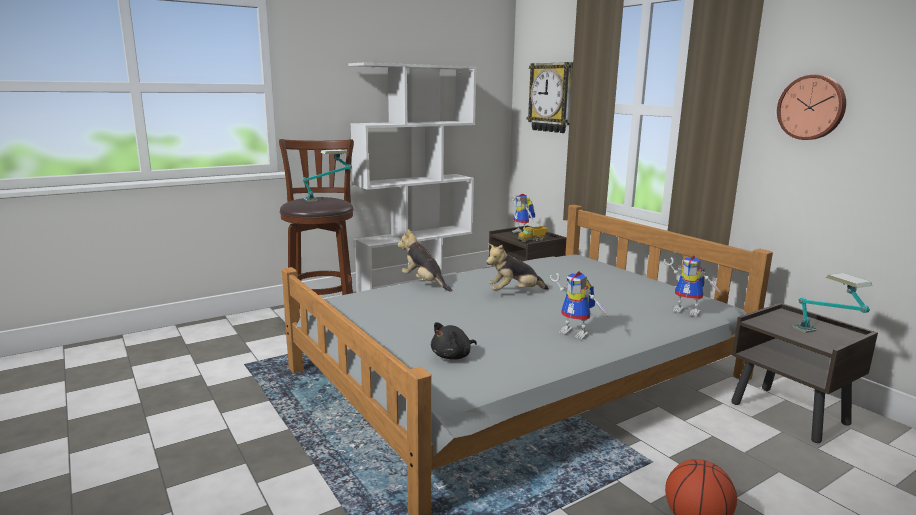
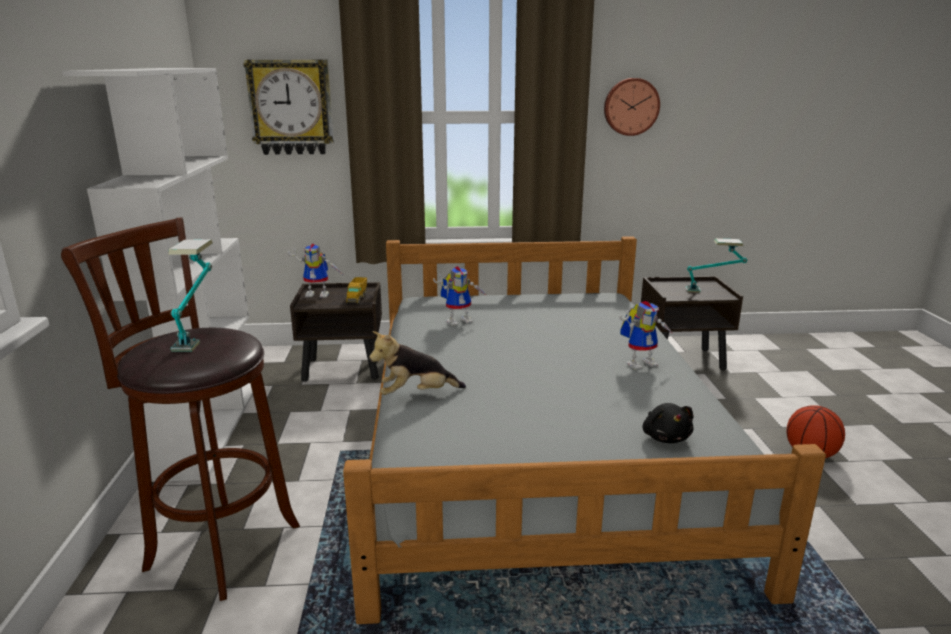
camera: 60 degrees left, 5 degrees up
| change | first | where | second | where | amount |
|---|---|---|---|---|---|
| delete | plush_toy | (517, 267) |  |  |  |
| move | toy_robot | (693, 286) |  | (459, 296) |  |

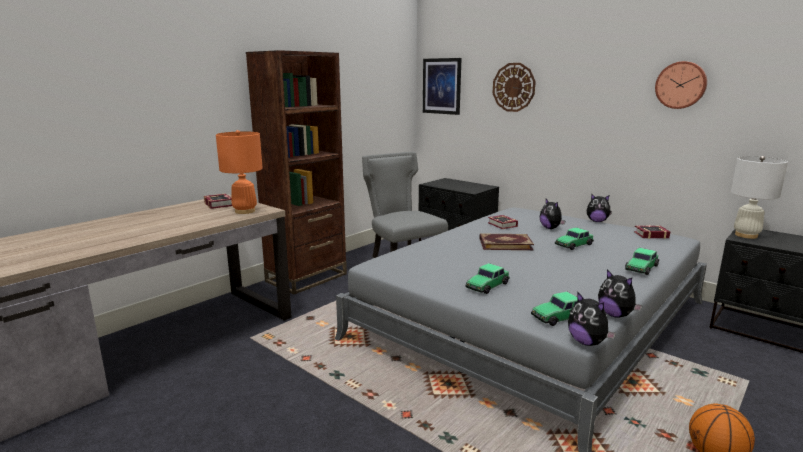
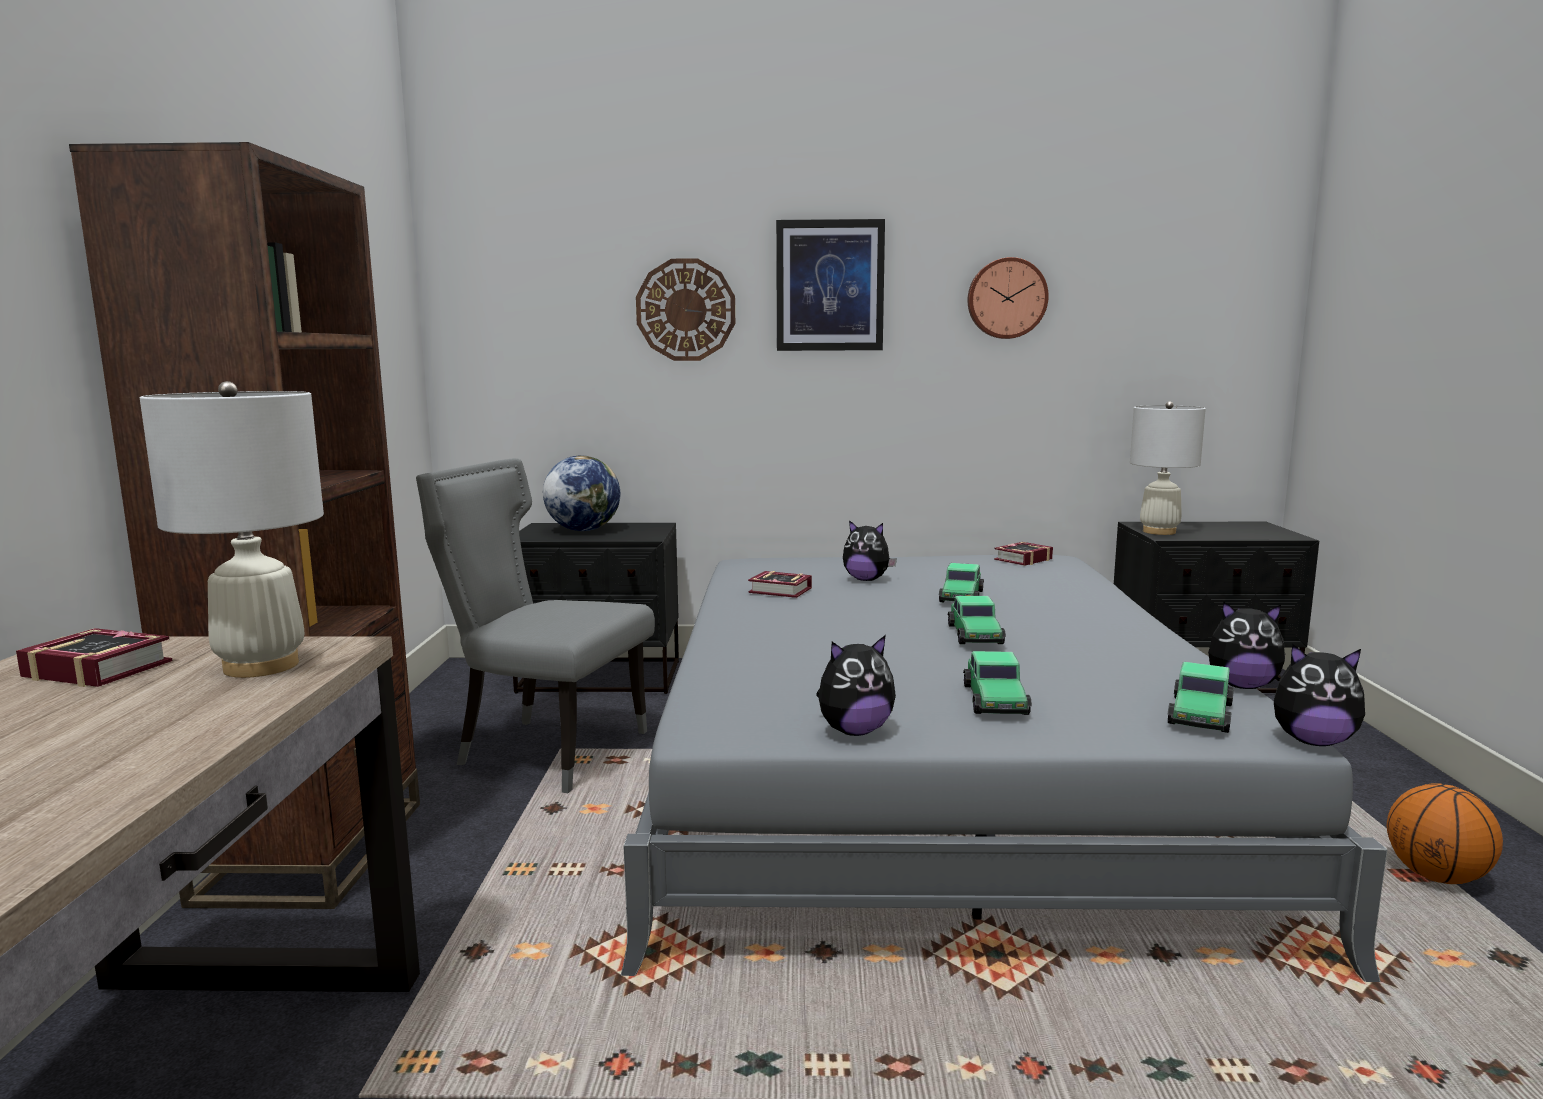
camera: 40 degrees left, 5 degrees down
| change | first | where | second | where | amount |
|---|---|---|---|---|---|
| delete | book | (507, 242) |  |  |  |
| insert |  |  | globe | (581, 493) |  |
| move | picture | (442, 86) |  | (830, 285) |  |
| move | plush_toy | (599, 208) |  | (856, 685) |  |
| move | toy_car | (642, 261) |  | (976, 620) |  |
| recolor | orange_table_lamp | (239, 172) | white_table_lamp | (232, 529) |  |

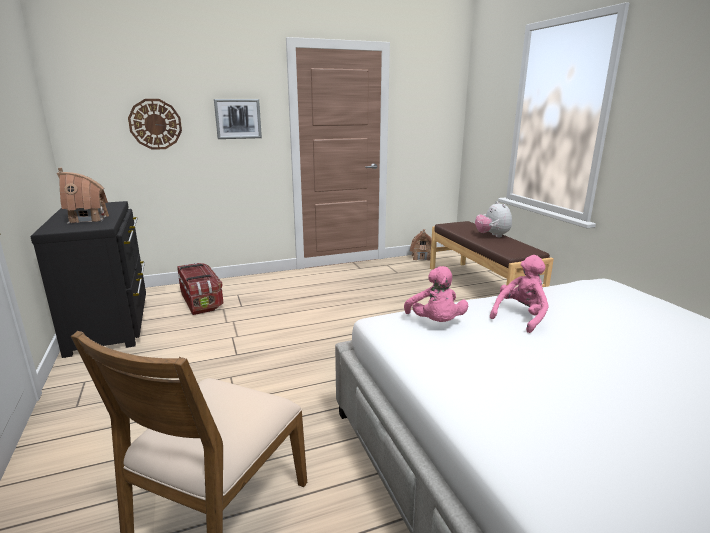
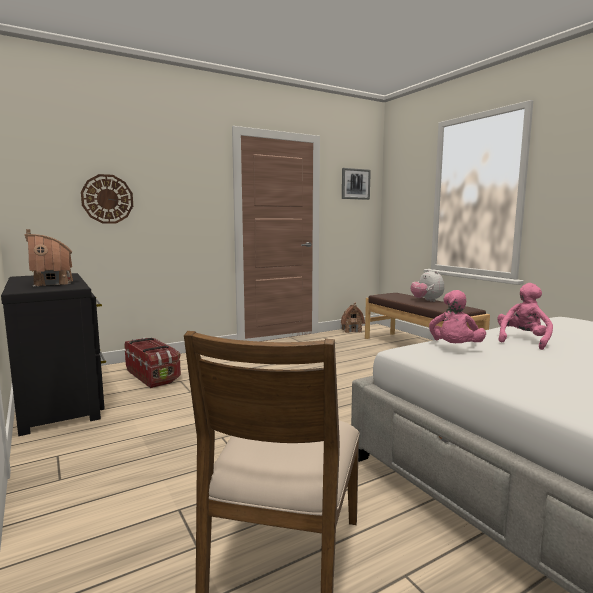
camera: 10 degrees left, 10 degrees down
| change | first | where | second | where | amount |
|---|---|---|---|---|---|
| move | picture | (238, 119) |  | (356, 184) |  |
| rotate | pink_plush_toy | (436, 294) |  | (457, 316) | 45 degrees clockwise |

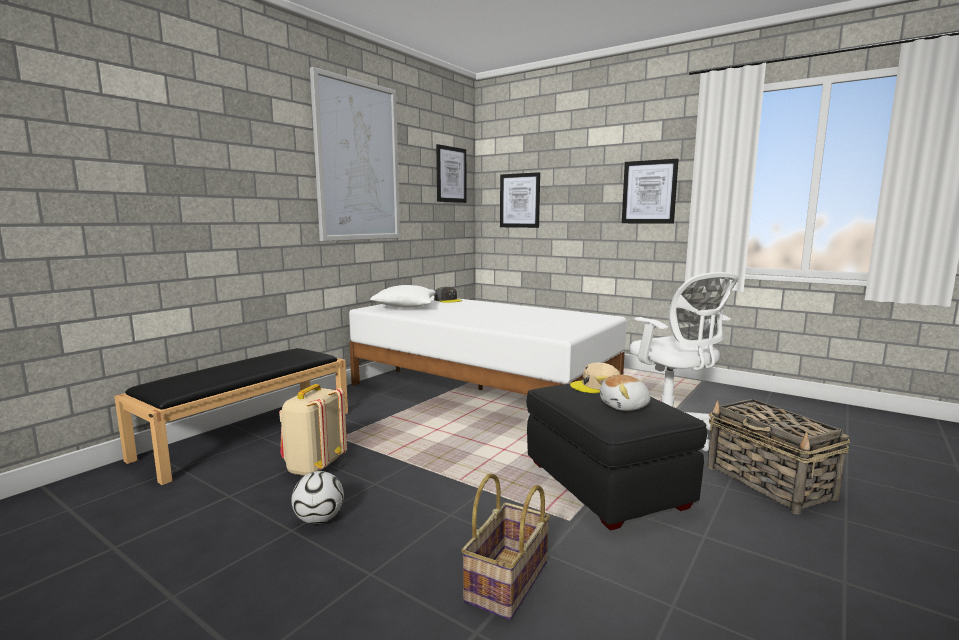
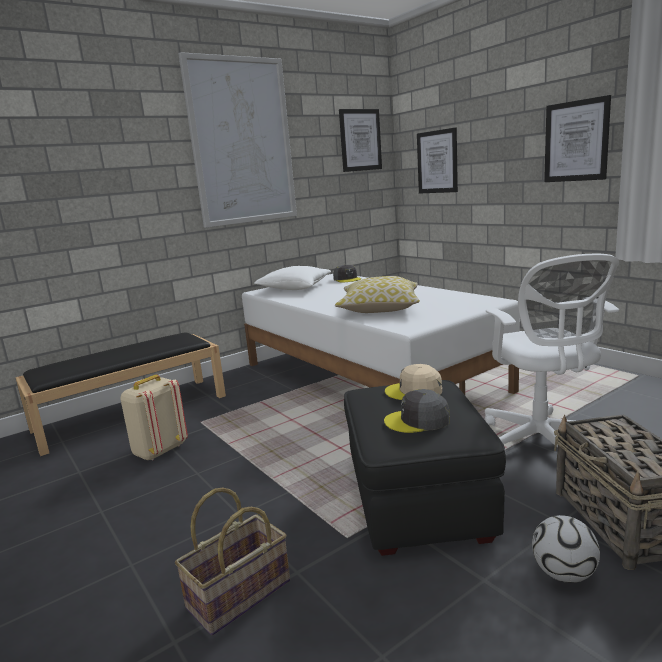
camera: 20 degrees right, 5 degrees up
| change | first | where | second | where | amount |
|---|---|---|---|---|---|
| insert |  |  | pillow | (377, 294) |  |
| move | football | (317, 497) |  | (566, 549) |  |
| replace | plush_toy | (623, 392) | grey_cap | (417, 411) |  |

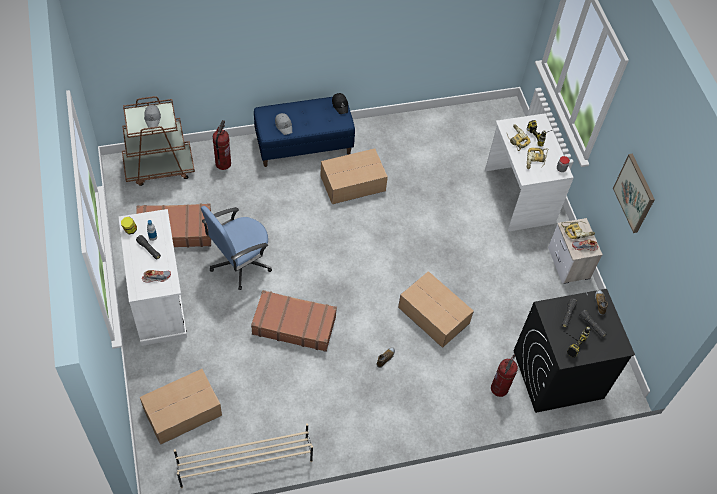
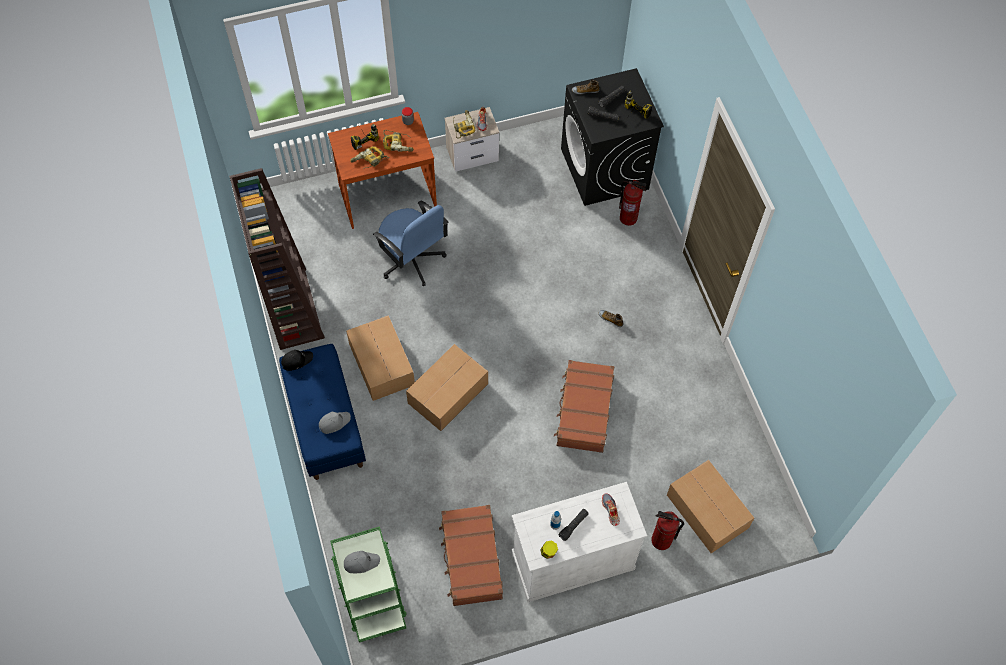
camera: 90 degrees left, 5 degrees up
| change | first | where | second | where | amount |
|---|---|---|---|---|---|
| delete | beige_shoe_rack | (243, 455) |  |  |  |
| delete | picture | (634, 193) |  |  |  |
| insert |  |  | brown_bookcase | (277, 259) |  |
| move | blue_office_chair | (236, 248) |  | (411, 243) |  |
| move | fire_extinguisher | (222, 145) |  | (667, 530) |  |
| move | cardboard_box | (436, 309) |  | (447, 387) |  |
| recolor | brown_cart | (158, 141) | green_cart | (368, 584) |  |
| recolor | white_desk | (529, 172) | brown_desk | (382, 170) |  |

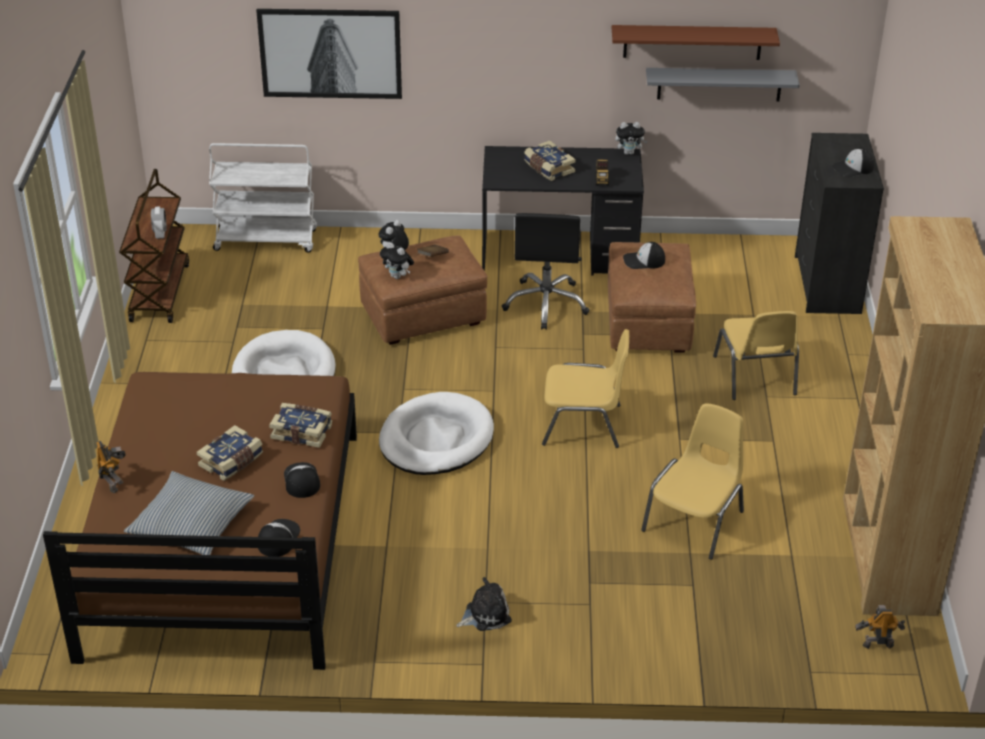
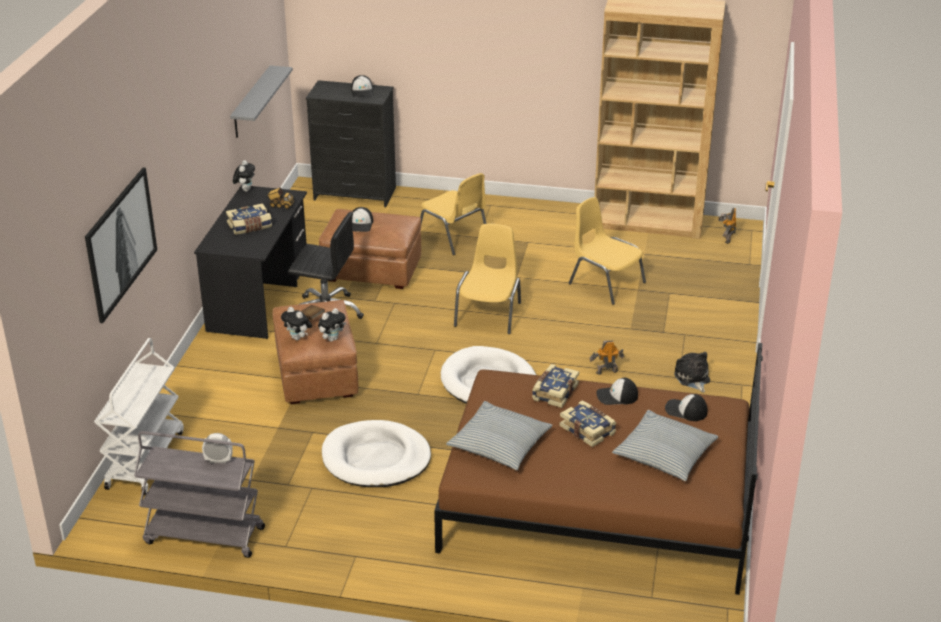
camera: 80 degrees left, 5 degrees down
| change | first | where | second | where | amount |
|---|---|---|---|---|---|
| delete | brown_shelf | (696, 42) |  |  |  |
| insert |  |  | pillow | (499, 435) |  |
| move | toy_robot | (111, 467) |  | (606, 357) |  |
| recolor | brown_cart | (154, 246) | grey_cart | (199, 494) |  |
| rotate | yellow_chair | (756, 355) |  | (453, 214) | 45 degrees clockwise |

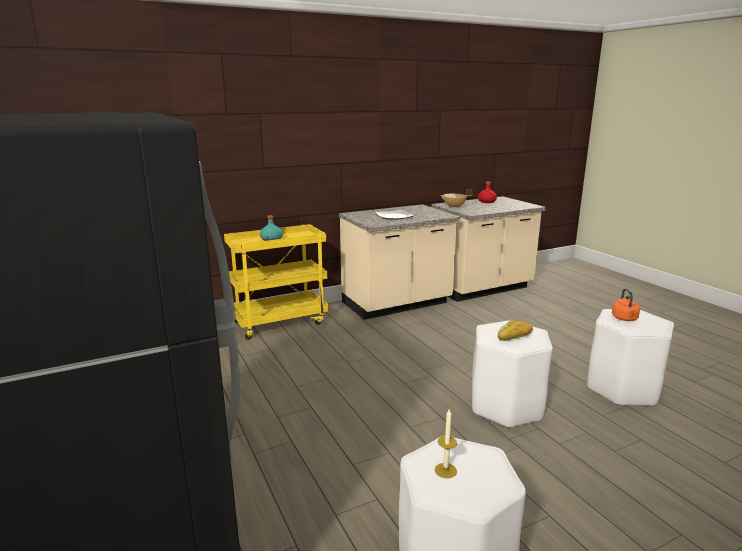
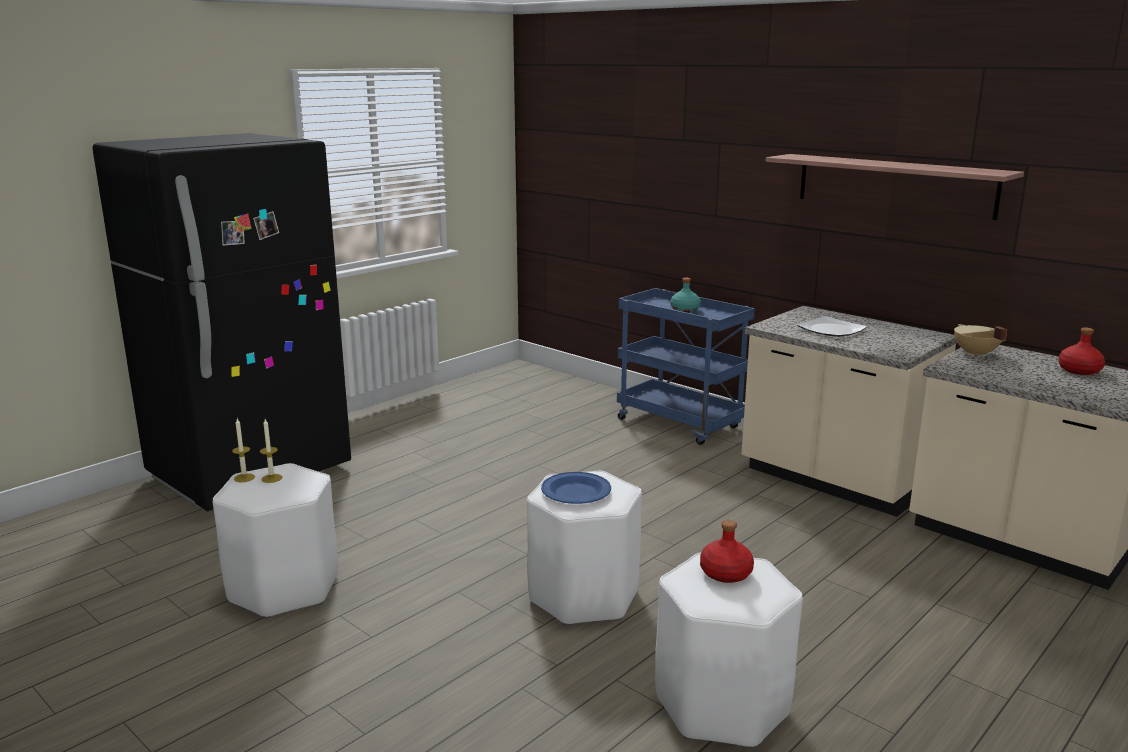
camera: 70 degrees right, 0 degrees up
| change | first | where | second | where | amount |
|---|---|---|---|---|---|
| insert |  |  | candle | (243, 450) |  |
| insert |  |  | shelf | (895, 187) |  |
| replace | bread | (515, 330) | blue_plate | (576, 488) |  |
| replace | orange_kettle | (626, 304) | red_bottle | (727, 551) |  |
| recolor | yellow_cart | (276, 282) | blue_cart | (686, 366) |  |

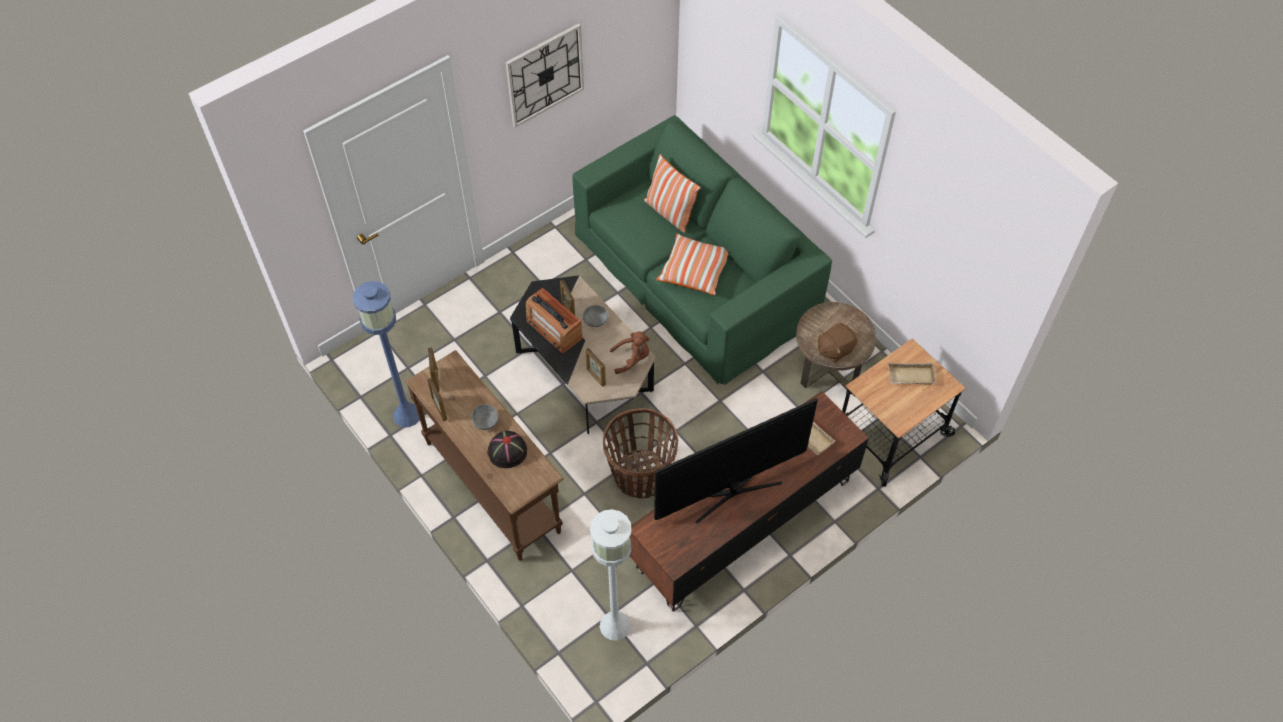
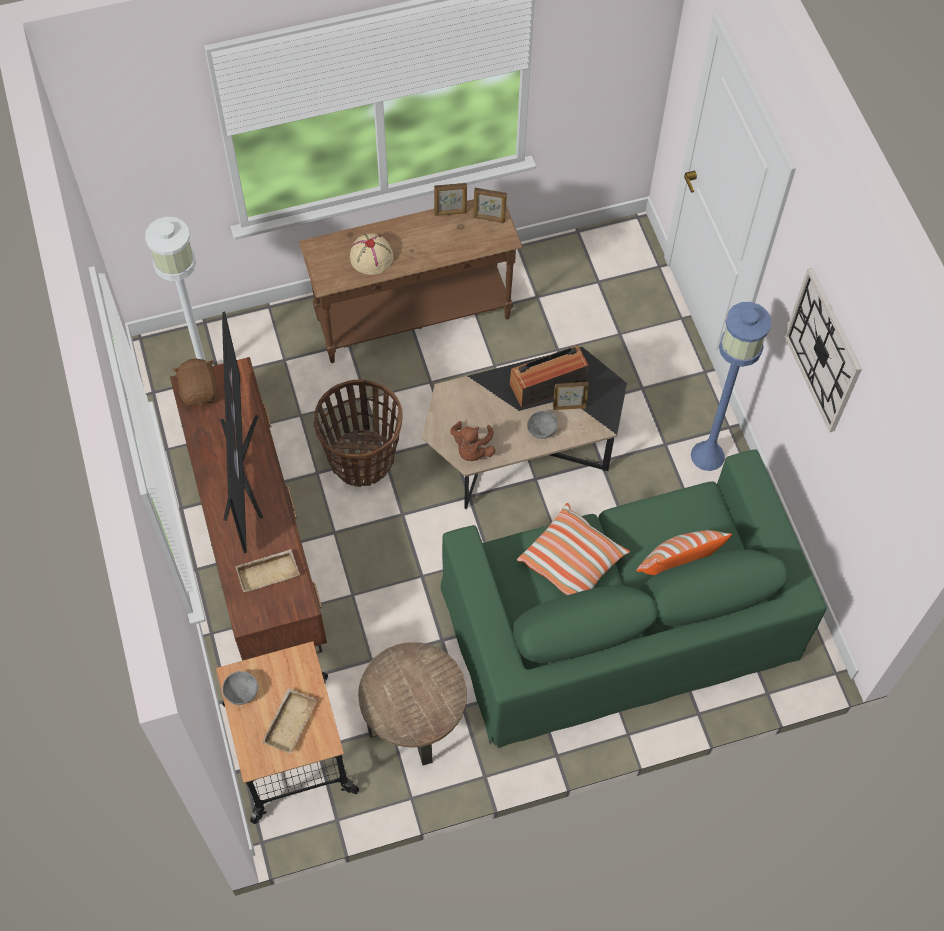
camera: 110 degrees right, 5 degrees up
| change | first | where | second | where | amount |
|---|---|---|---|---|---|
| delete | picture_frame | (596, 367) |  |  |  |
| move | blue_floor_lamp | (386, 354) |  | (731, 386) |  |
| move | grey_bowl | (485, 417) |  | (240, 688) |  |
| move | brown_plush_toy | (838, 343) |  | (195, 382) |  |
| recolor | black_hat | (507, 449) | beige_hat | (372, 254) |  |

